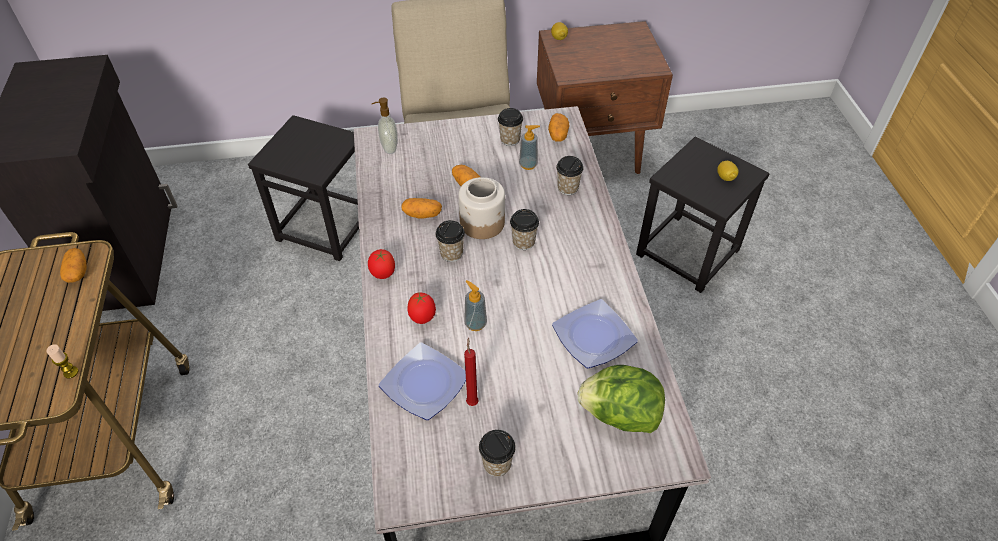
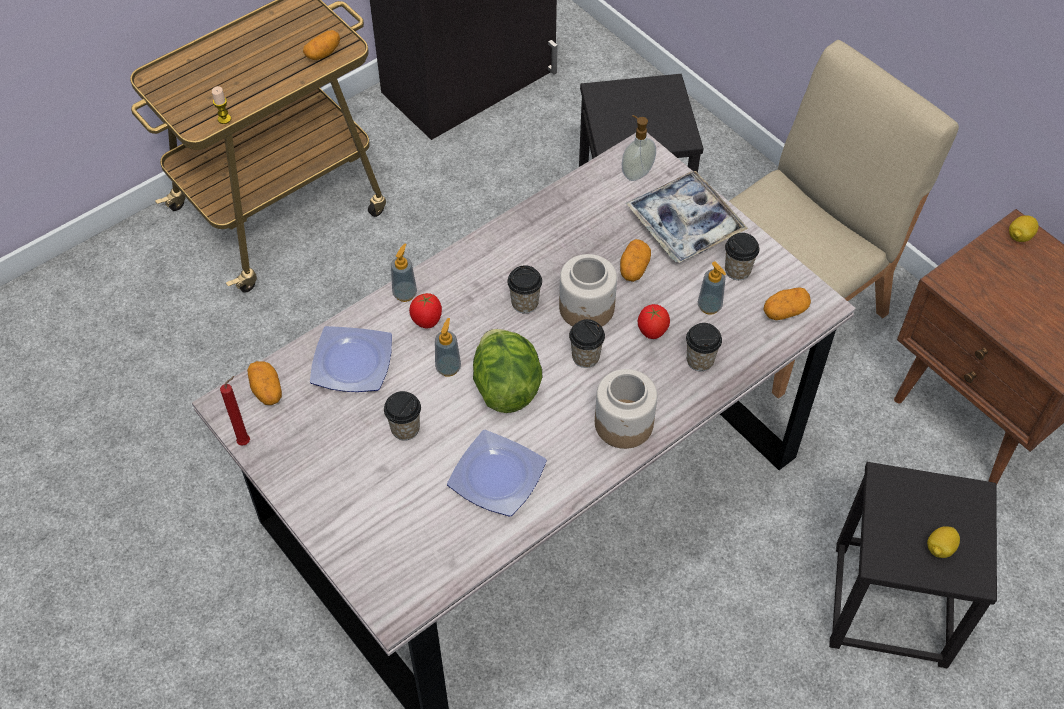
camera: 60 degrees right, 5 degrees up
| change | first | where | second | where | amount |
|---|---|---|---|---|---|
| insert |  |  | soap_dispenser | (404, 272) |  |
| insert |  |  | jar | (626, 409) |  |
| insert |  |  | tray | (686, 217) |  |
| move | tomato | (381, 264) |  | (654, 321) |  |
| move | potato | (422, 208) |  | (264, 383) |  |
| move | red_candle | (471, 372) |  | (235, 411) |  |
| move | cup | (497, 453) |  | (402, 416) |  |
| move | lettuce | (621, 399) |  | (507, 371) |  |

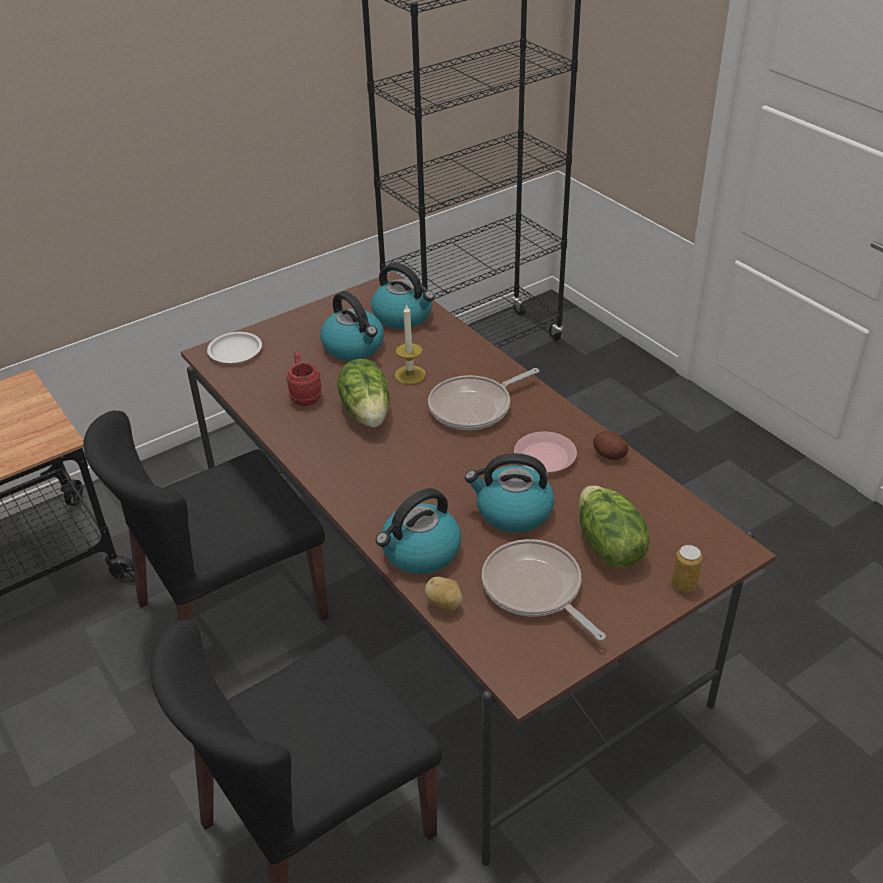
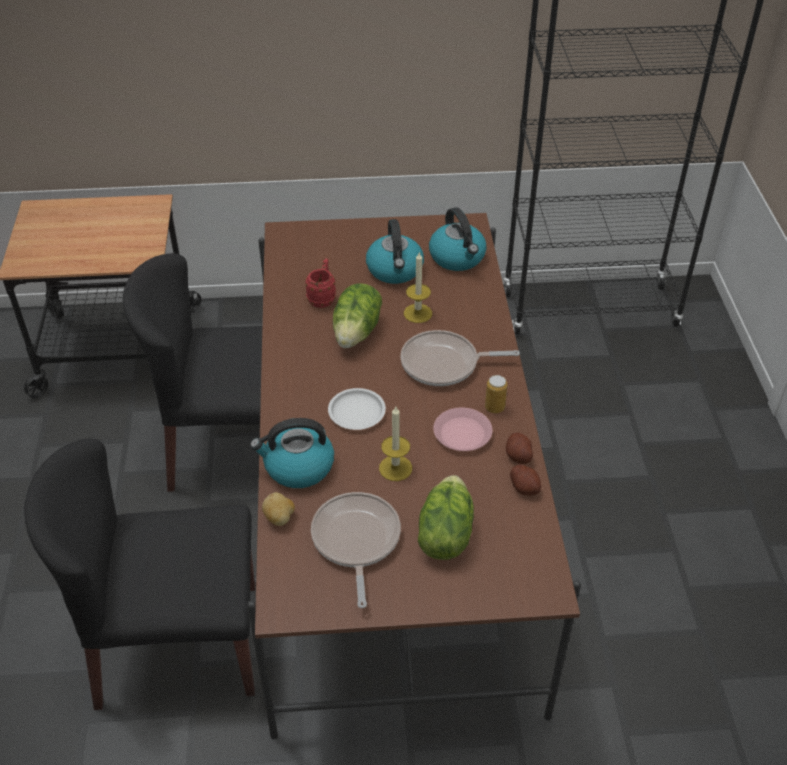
camera: 30 degrees right, 5 degrees up
| change | first | where | second | where | amount |
|---|---|---|---|---|---|
| insert |  |  | potato | (525, 480) |  |
| move | white_plate | (234, 347) |  | (357, 409) |  |
| move | can | (687, 569) |  | (496, 394) |  |
| replace | kettle | (509, 493) | candle | (395, 444) |  |

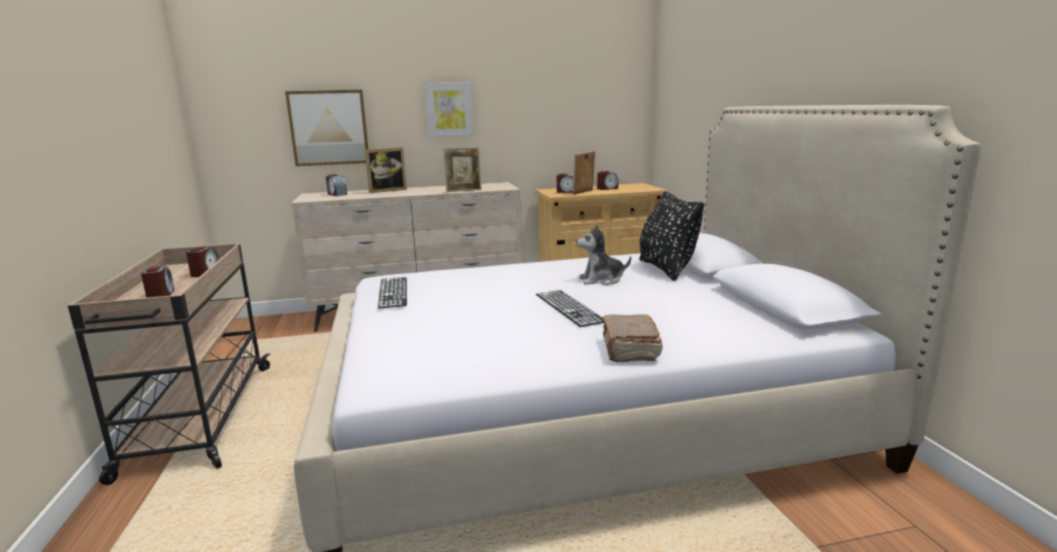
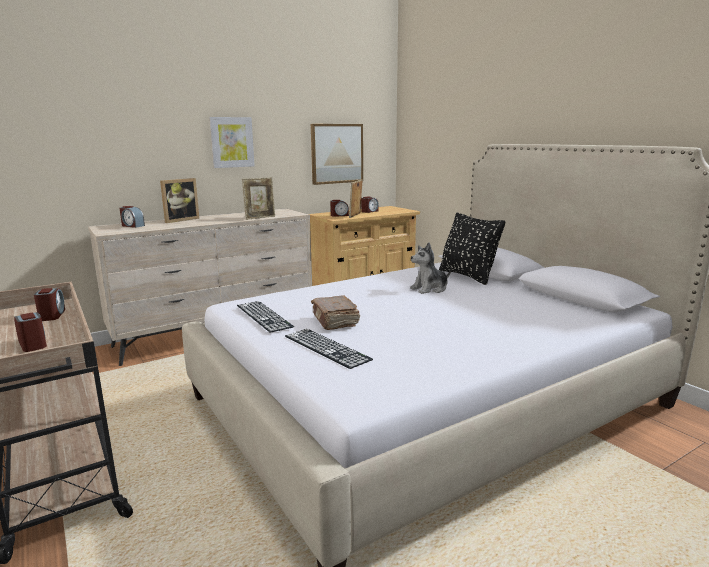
camera: 20 degrees left, 0 degrees up
| change | first | where | second | where | amount |
|---|---|---|---|---|---|
| move | picture | (326, 128) |  | (337, 154) |  |
| move | keyboard | (570, 308) |  | (329, 349) |  |
| move | brown_book | (632, 338) |  | (335, 313) |  |

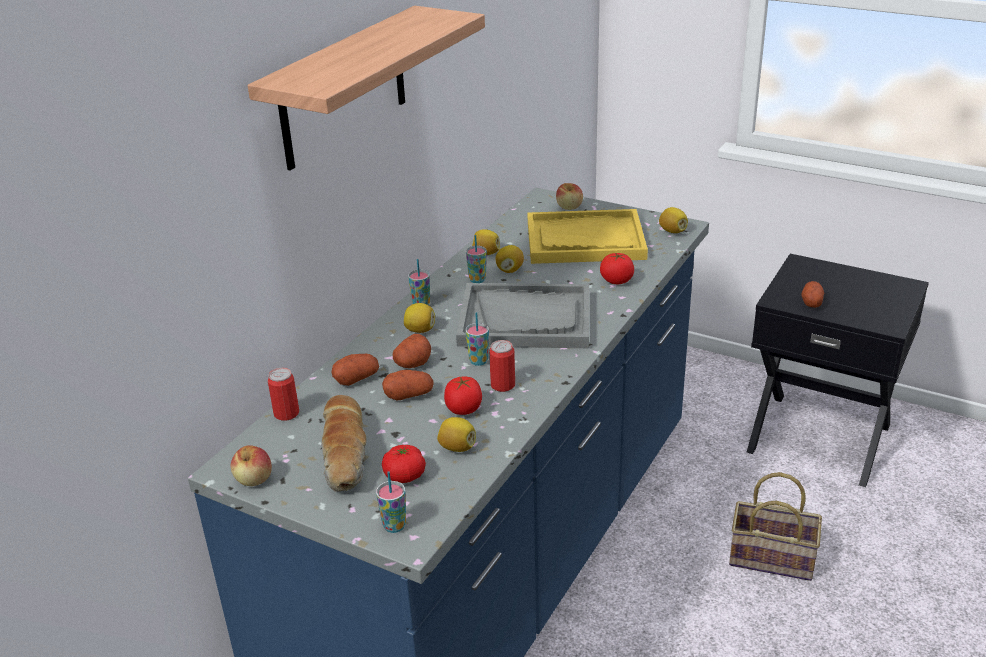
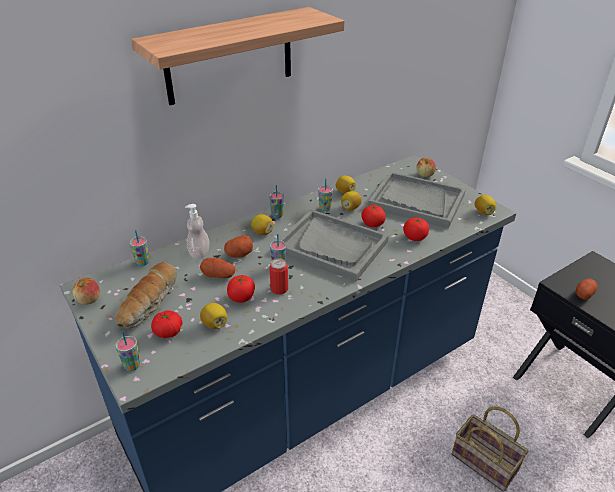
camera: 25 degrees right, 5 degrees up
| change | first | where | second | where | amount |
|---|---|---|---|---|---|
| insert |  |  | tomato | (373, 216) |  |
| replace | can | (283, 394) | cup | (140, 248) |  |
| replace | potato | (355, 370) | soap_dispenser | (197, 231) |  |
| recolor | yellow_tray | (588, 236) | grey_tray | (417, 200) |  |

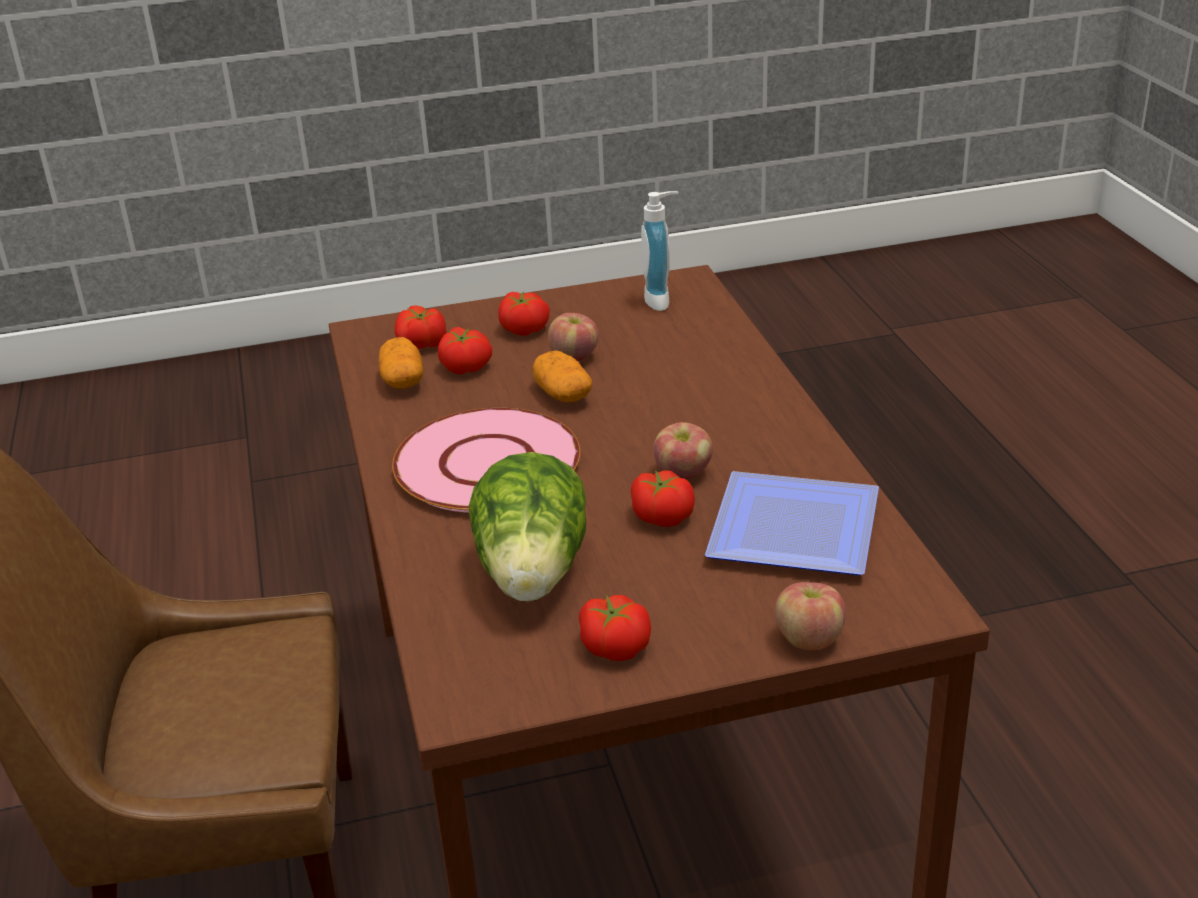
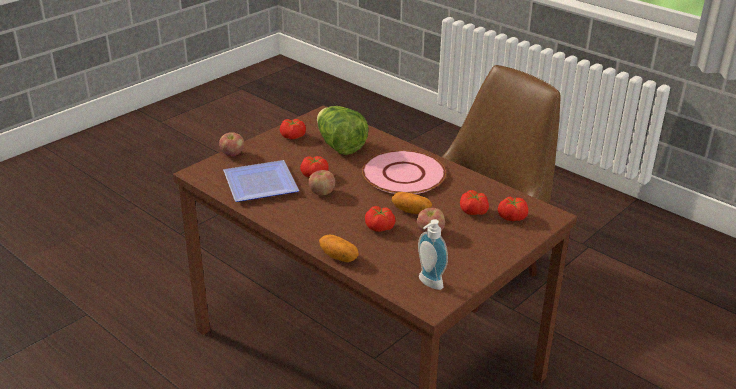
camera: 145 degrees right, 0 degrees up
| change | first | where | second | where | amount |
|---|---|---|---|---|---|
| move | potato | (401, 363) |  | (339, 248) |  |
| move | tomato | (524, 313) |  | (380, 219) |  |

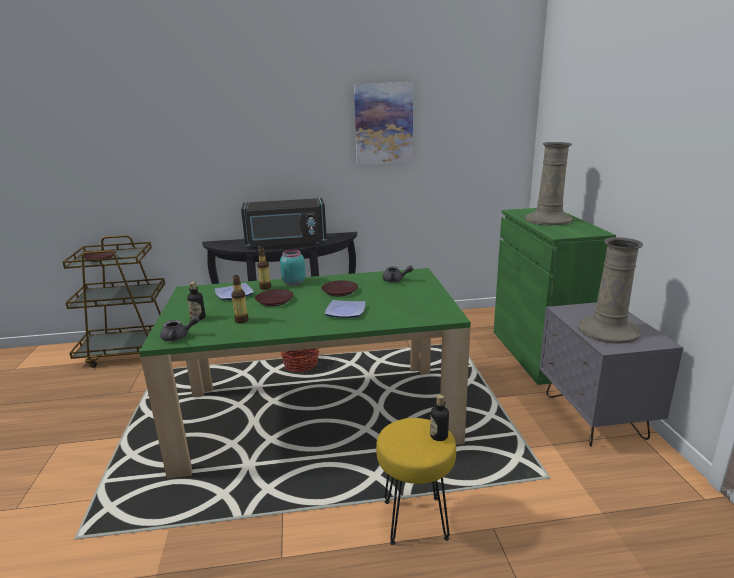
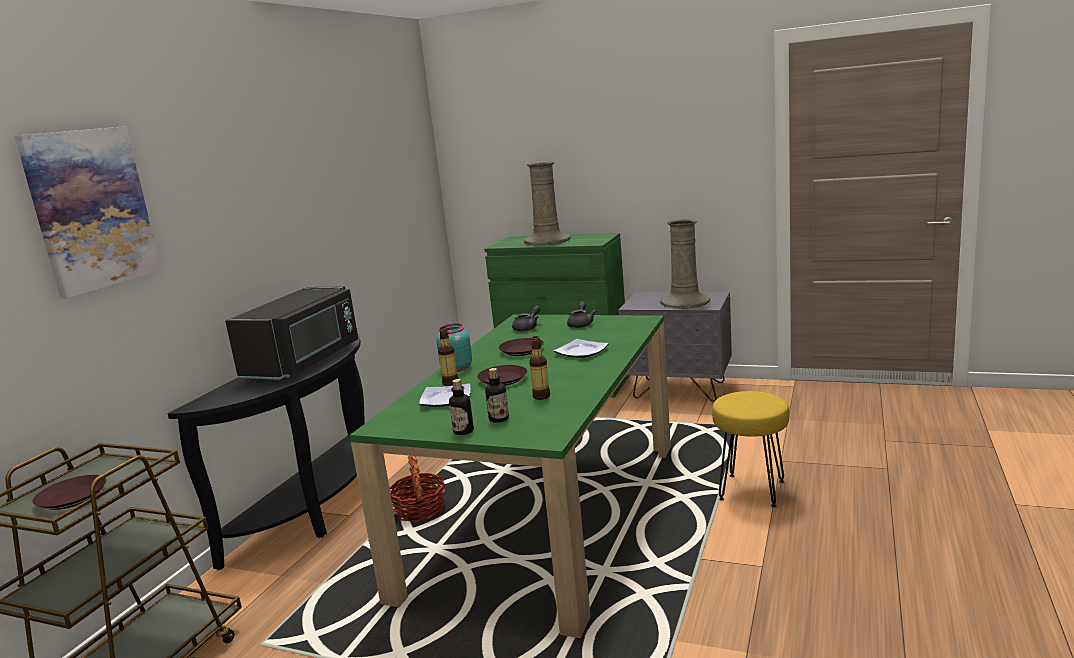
camera: 60 degrees left, 5 degrees down
| change | first | where | second | where | amount |
|---|---|---|---|---|---|
| move | grey_teapot | (180, 328) |  | (581, 314) |  |
| move | picture | (383, 123) |  | (87, 212) |  |
| move | bottle | (439, 418) |  | (461, 407) |  |

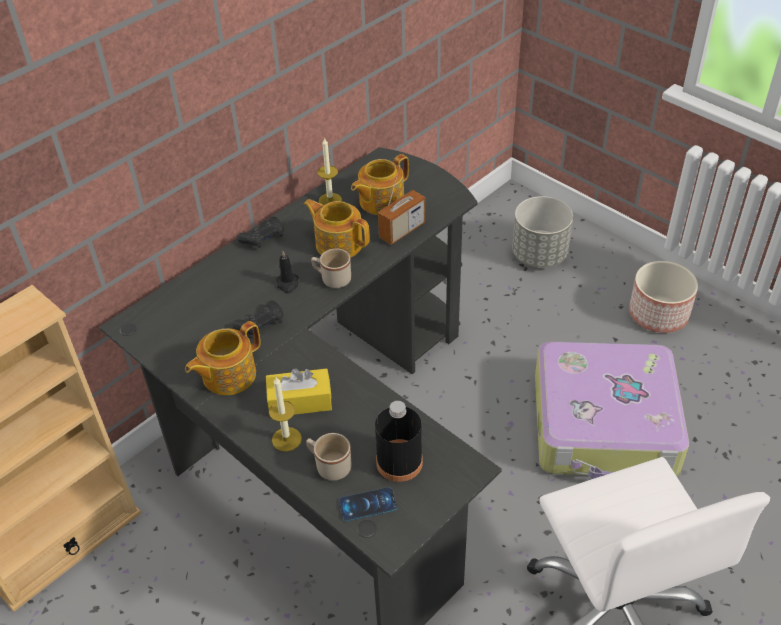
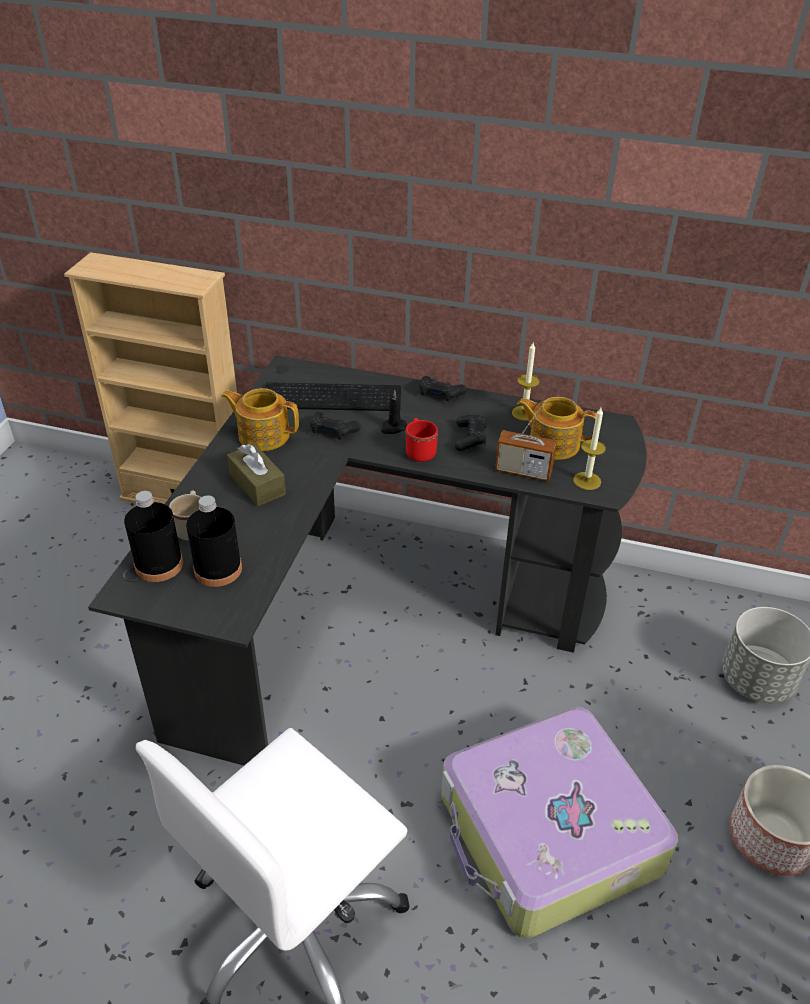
camera: 60 degrees right, 5 degrees down
| change | first | where | second | where | amount |
|---|---|---|---|---|---|
| insert |  |  | keyboard | (333, 396) |  |
| move | candle | (285, 414) |  | (589, 448) |  |
| replace | teapot | (337, 228) | black_game_controller | (470, 433) |  |
| replace | phone | (368, 504) | black_bottle | (153, 536) |  |
| recolor | yellow_tissue_box | (299, 391) | brown_tissue_box | (256, 475) |  |
| recolor | beige_mug | (331, 268) | red_mug | (422, 440) |  |

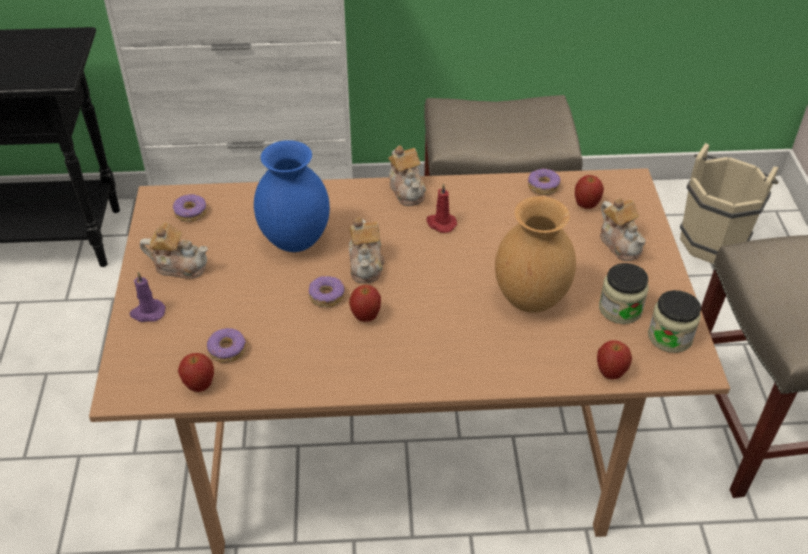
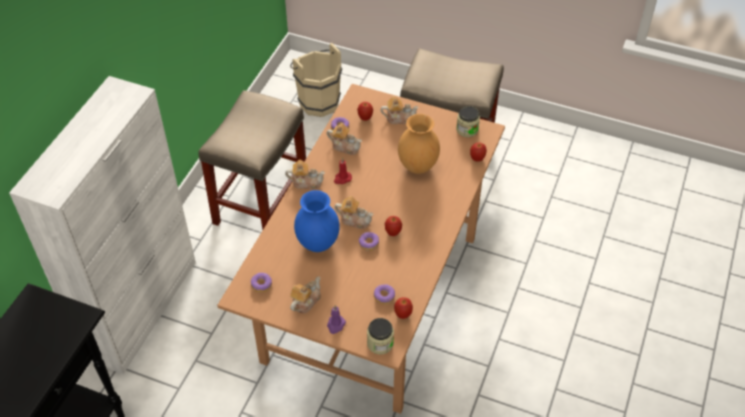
camera: 65 degrees left, 5 degrees up
| change | first | where | second | where | amount |
|---|---|---|---|---|---|
| insert |  |  | teapot | (344, 139) |  |
| move | jar | (624, 293) |  | (380, 336) |  |

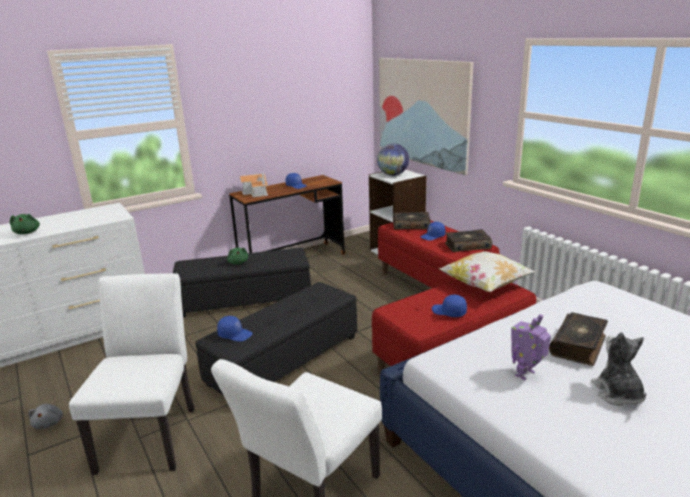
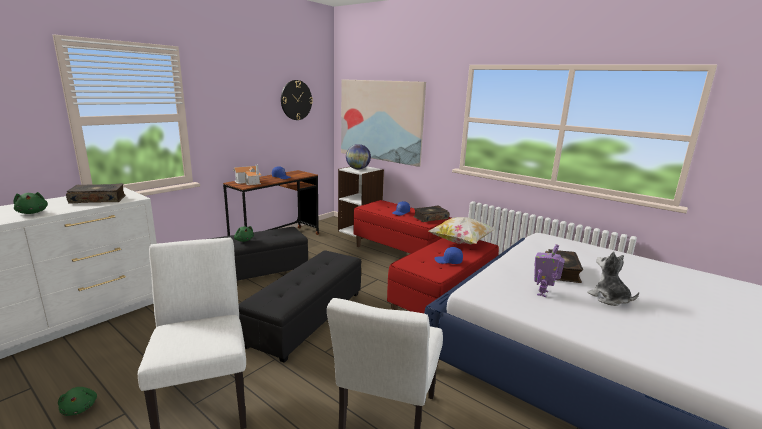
camera: 20 degrees left, 5 degrees down
| change | first | where | second | where | amount |
|---|---|---|---|---|---|
| delete | blue_cap | (235, 329) |  |  |  |
| insert |  |  | wall_clock | (297, 100) |  |
| move | book | (412, 220) |  | (96, 193) |  |
| recolor | grey_plush_toy | (46, 416) | green_plush_toy | (77, 401) |  |

